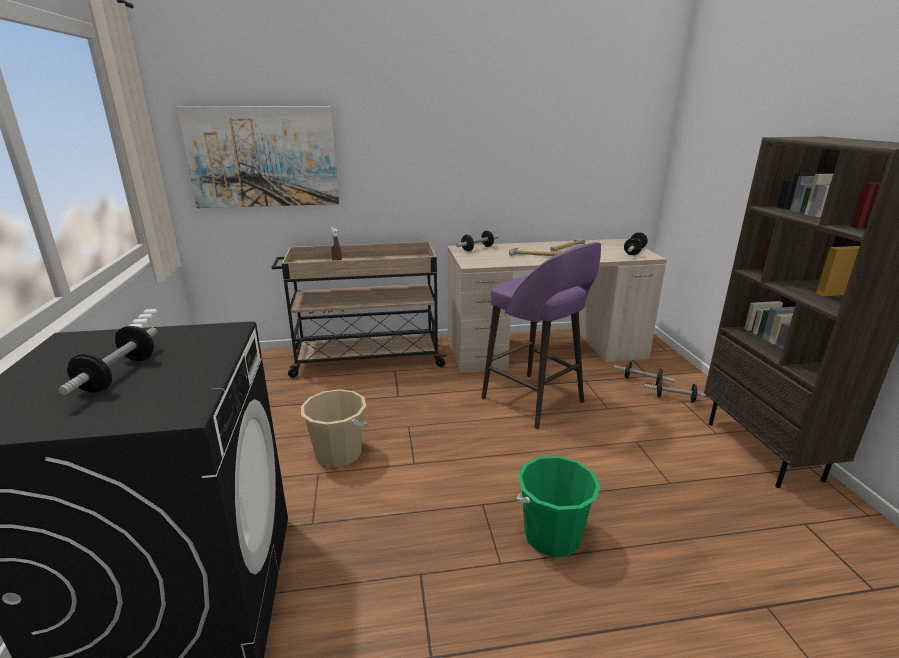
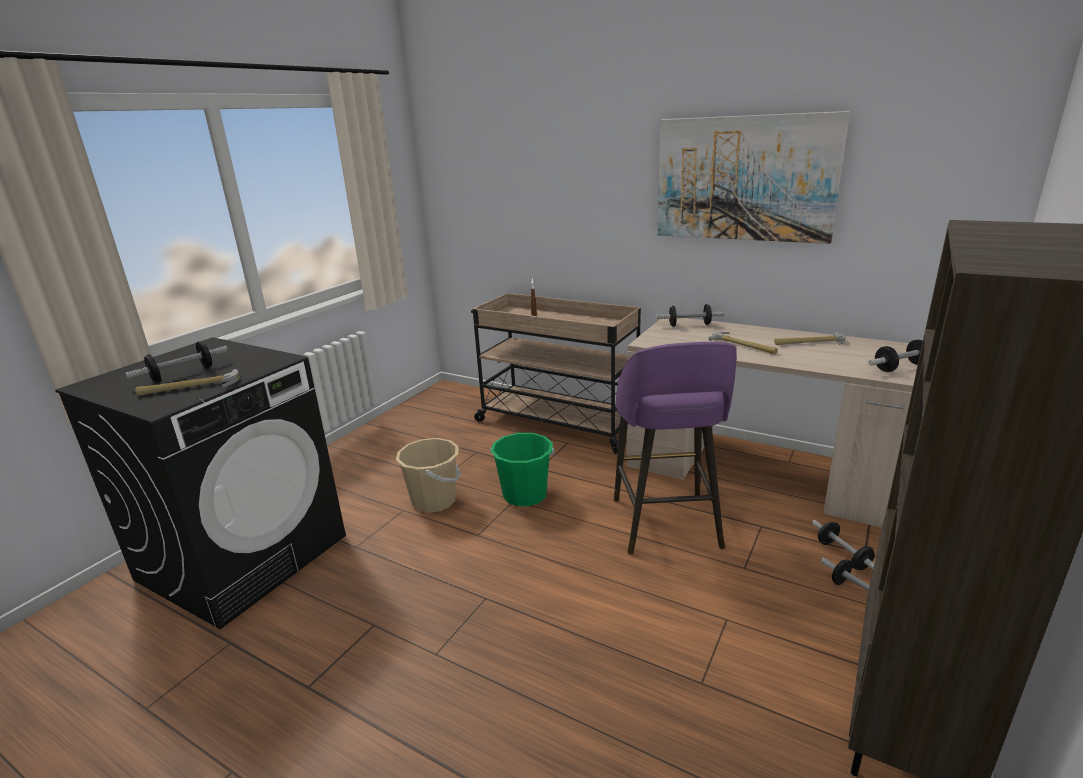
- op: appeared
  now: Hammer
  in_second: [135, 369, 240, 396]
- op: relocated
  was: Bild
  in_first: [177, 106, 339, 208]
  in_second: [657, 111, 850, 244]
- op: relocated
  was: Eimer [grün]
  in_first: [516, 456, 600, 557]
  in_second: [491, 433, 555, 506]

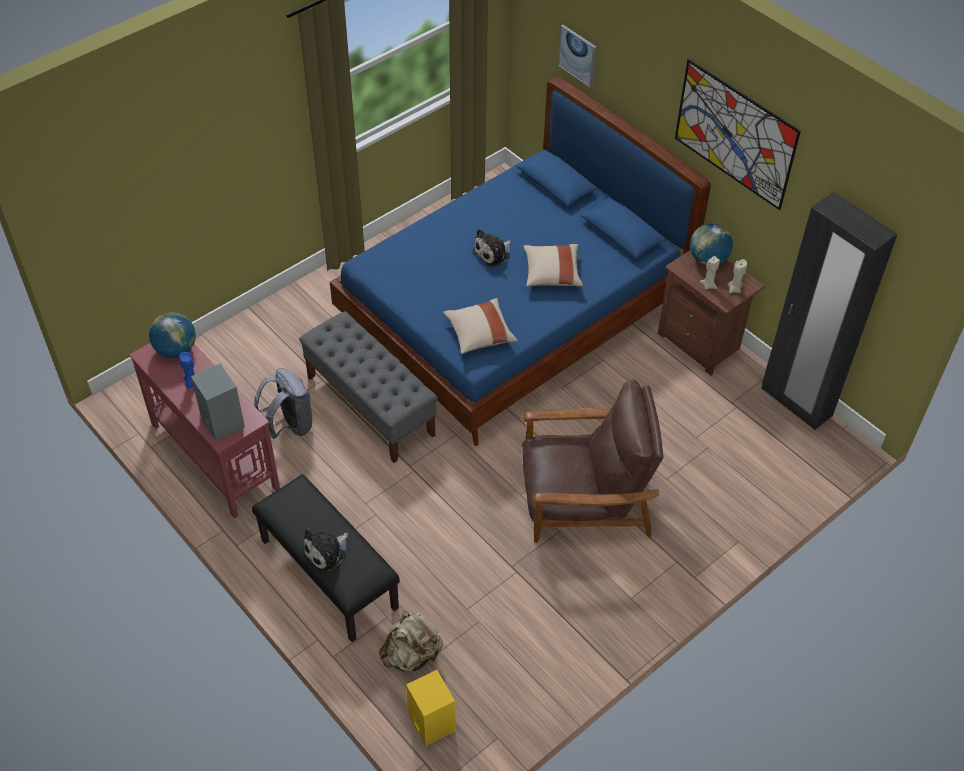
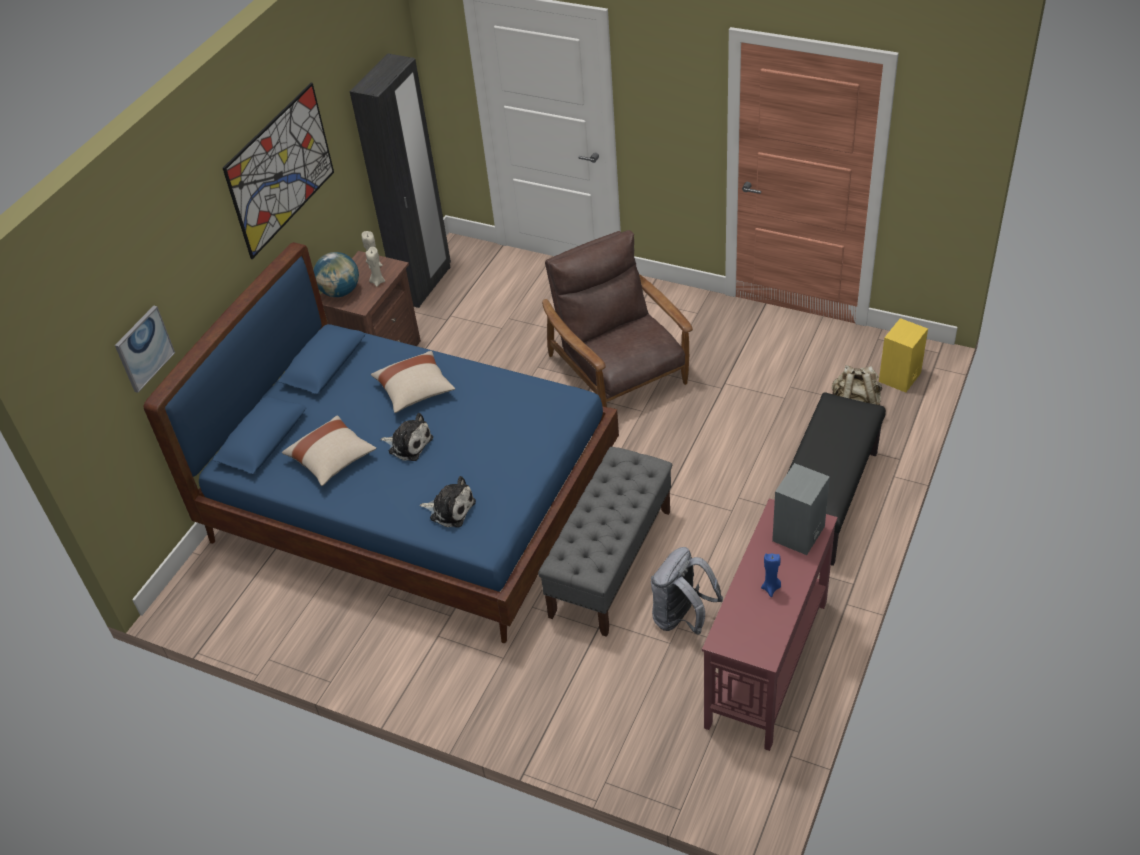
- op: missing
  was: Globus
  in_first: [149, 312, 196, 358]
- op: relocated
  was: Plüschtier
  in_first: [302, 529, 348, 572]
  in_second: [420, 476, 476, 528]
- op: relocated
  was: Kissen [beige]
  in_first: [443, 298, 518, 354]
  in_second: [282, 416, 377, 486]

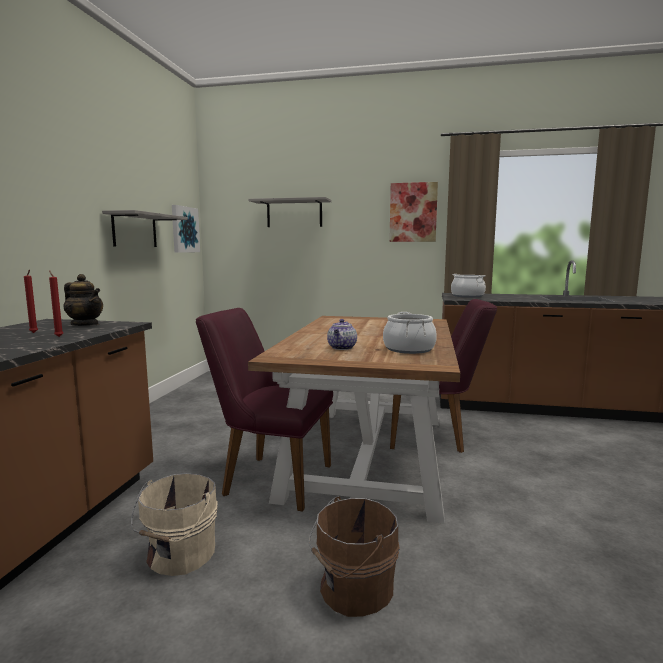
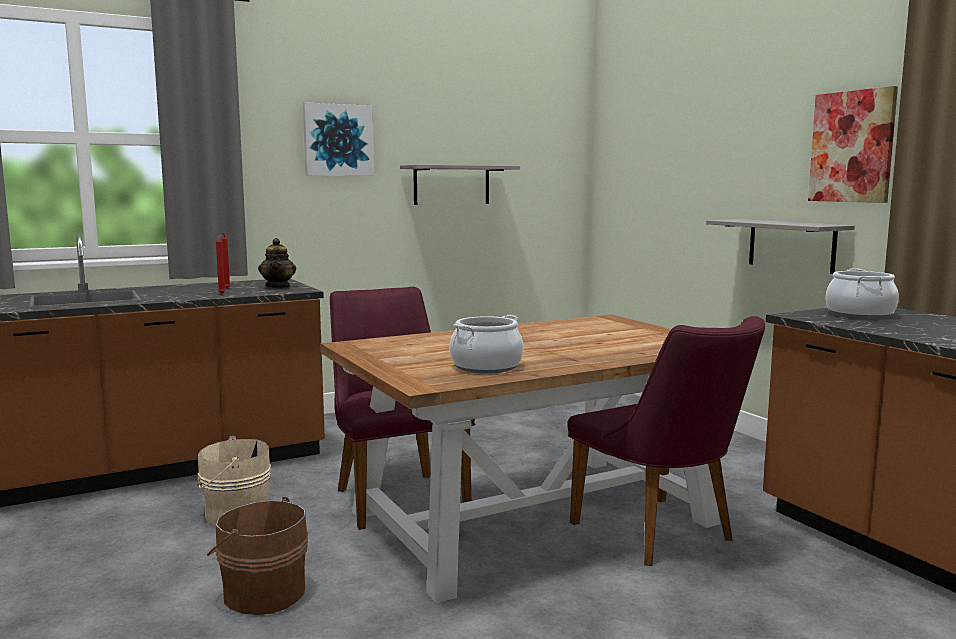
- op: missing
  was: Teekanne
  in_first: [327, 319, 357, 350]
- op: relocated
  was: Bild
  in_first: [172, 205, 200, 253]
  in_second: [303, 102, 374, 176]
- op: relocated
  was: Wandregal [grau]
  in_first: [248, 197, 332, 227]
  in_second: [706, 219, 855, 274]

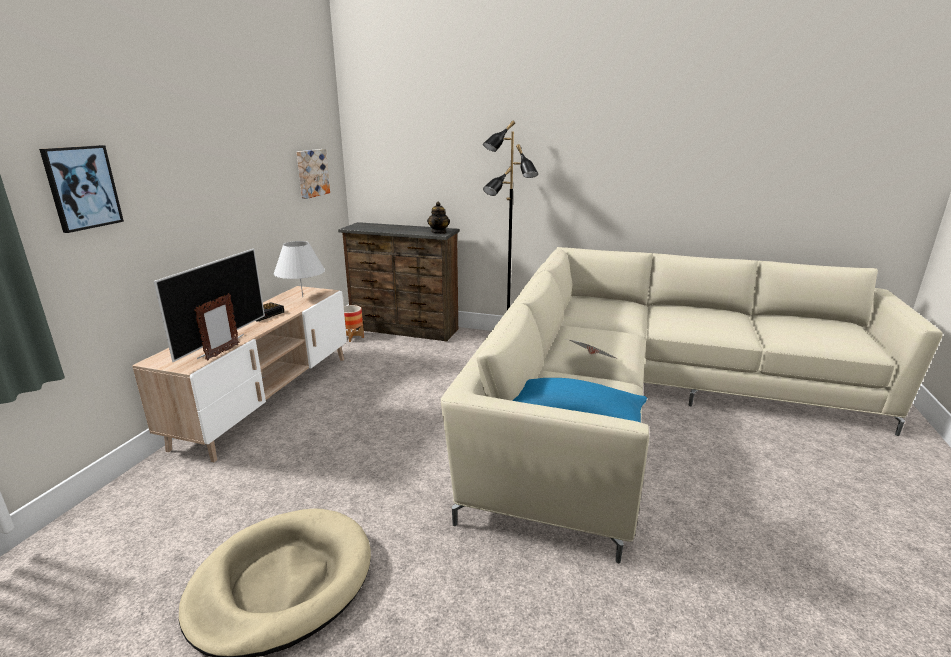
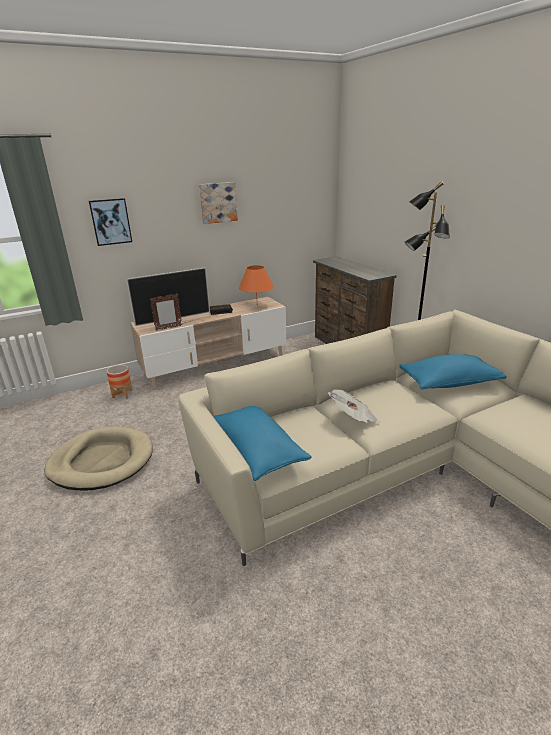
- op: missing
  was: Teekanne
  in_first: [427, 202, 450, 234]
- op: appeared
  now: Kissen [blau]
  in_second: [399, 354, 507, 389]
- op: relocated
  was: Bild
  in_first: [296, 149, 330, 199]
  in_second: [199, 182, 238, 224]
- op: relocated
  was: Pflanzkübel
  in_first: [344, 305, 364, 342]
  in_second: [106, 365, 133, 398]
- op: colour
  was: Tischlampe [weiß]
  now: Tischlampe [orange]
  in_first: [274, 241, 325, 298]
  in_second: [239, 265, 274, 297]

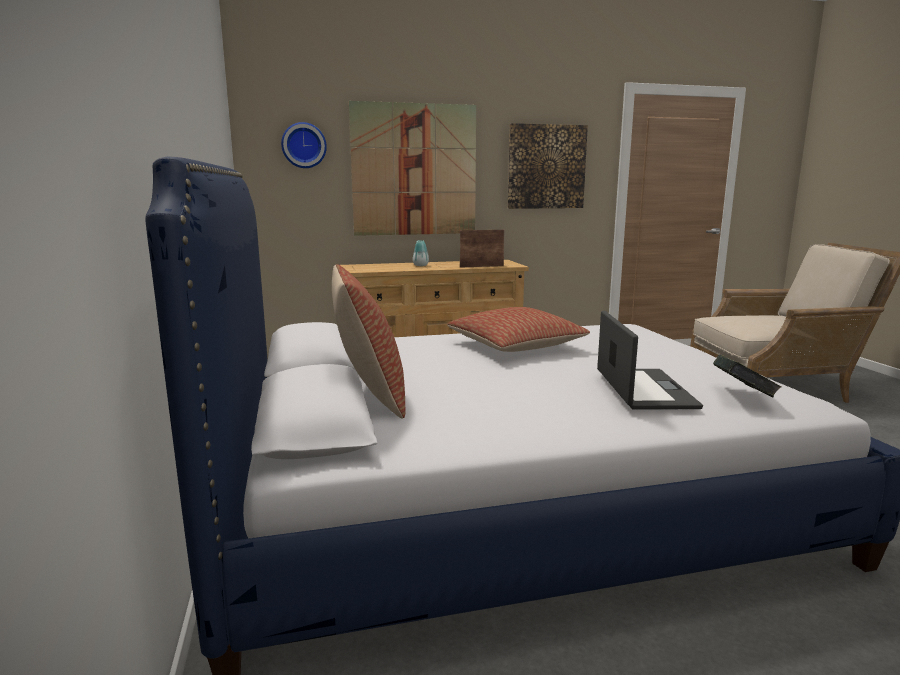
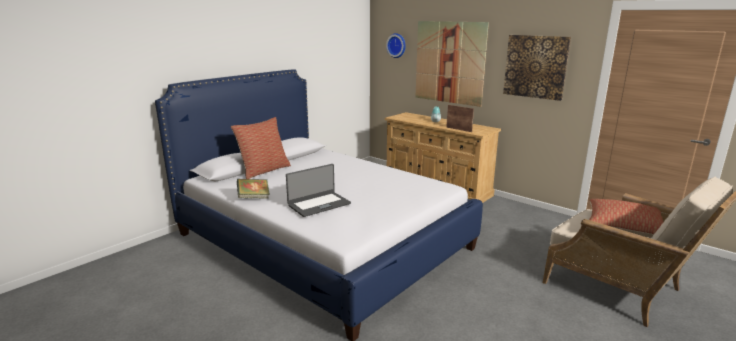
- op: relocated
  was: Kissen
  in_first: [447, 307, 590, 352]
  in_second: [589, 199, 663, 238]
- op: relocated
  was: Buch
  in_first: [713, 355, 781, 397]
  in_second: [237, 179, 270, 199]

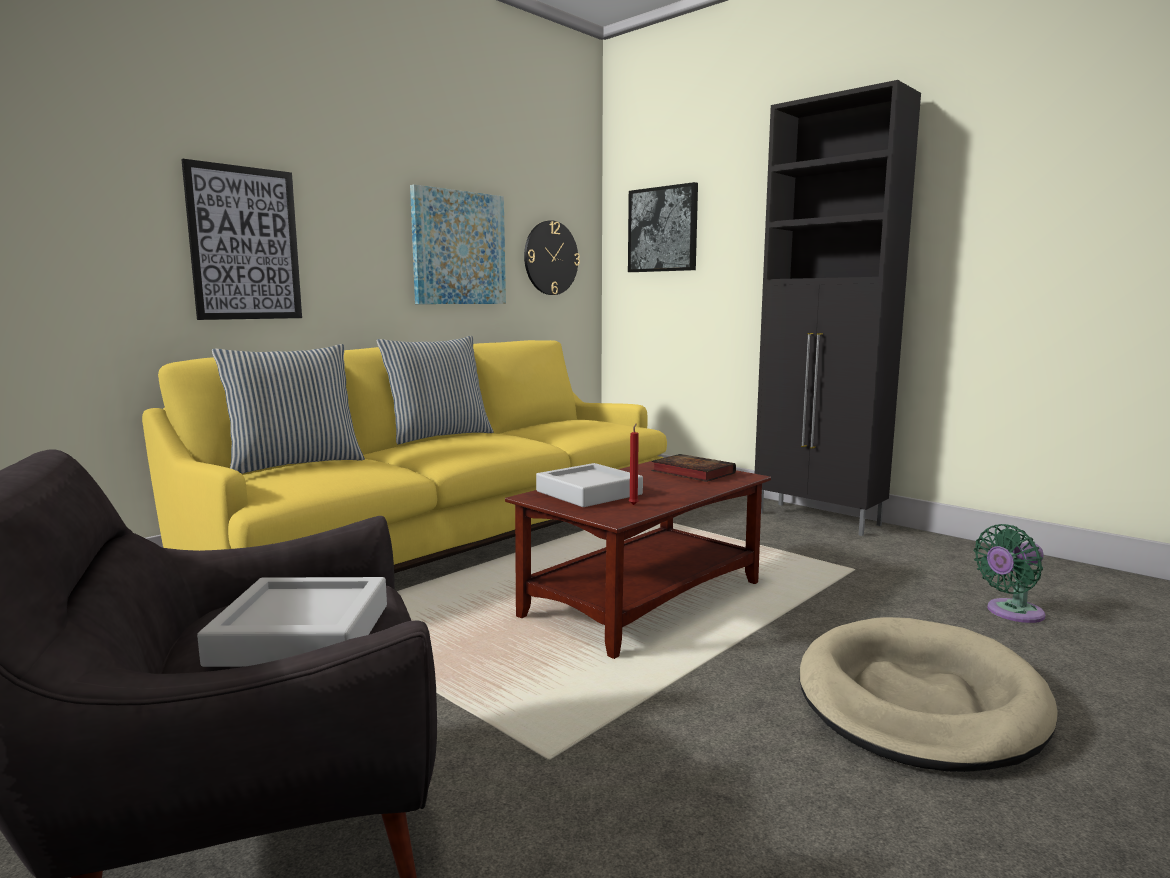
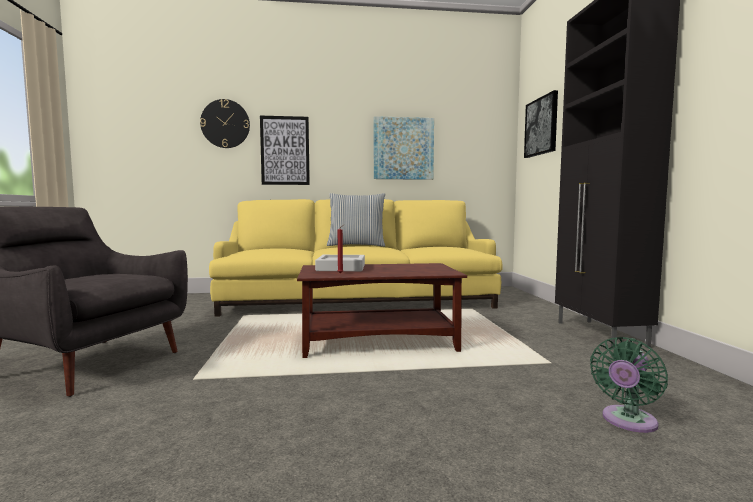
- op: missing
  was: Tablett [grau]
  in_first: [197, 577, 387, 667]
- op: missing
  was: Kissen
  in_first: [212, 344, 365, 474]
- op: missing
  was: Buch
  in_first: [651, 454, 736, 482]
- op: missing
  was: Hundebett [beige]
  in_first: [799, 617, 1058, 772]
- op: relocated
  was: Wanduhr
  in_first: [524, 220, 580, 295]
  in_second: [200, 99, 250, 148]
- op: spun
  was: Ventilator [grün]
  in_first: [974, 524, 1045, 623]
  in_second: [590, 337, 668, 433]
  clockwise: -60

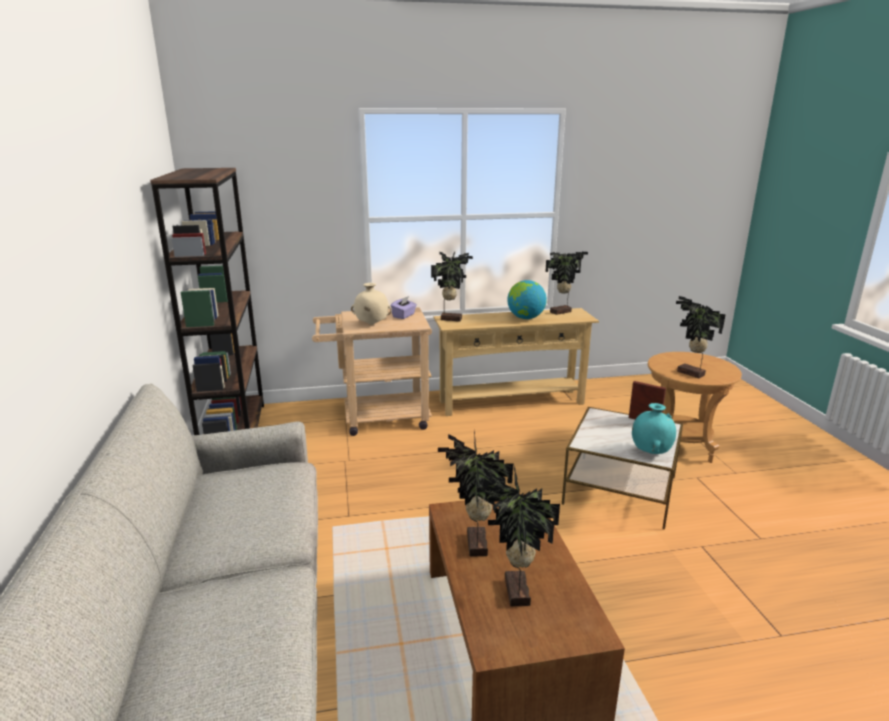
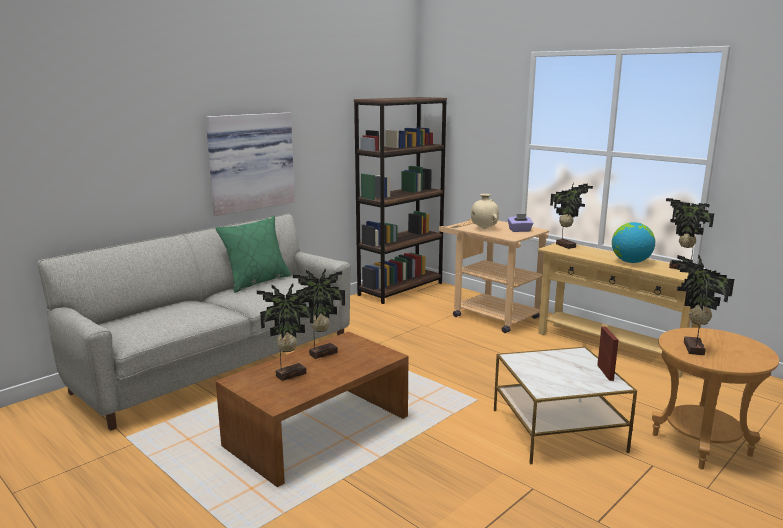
- op: missing
  was: Vase [türkis]
  in_first: [632, 403, 676, 454]
- op: appeared
  now: Bild
  in_second: [206, 112, 295, 216]
- op: appeared
  now: Kissen [grün]
  in_second: [216, 216, 292, 293]

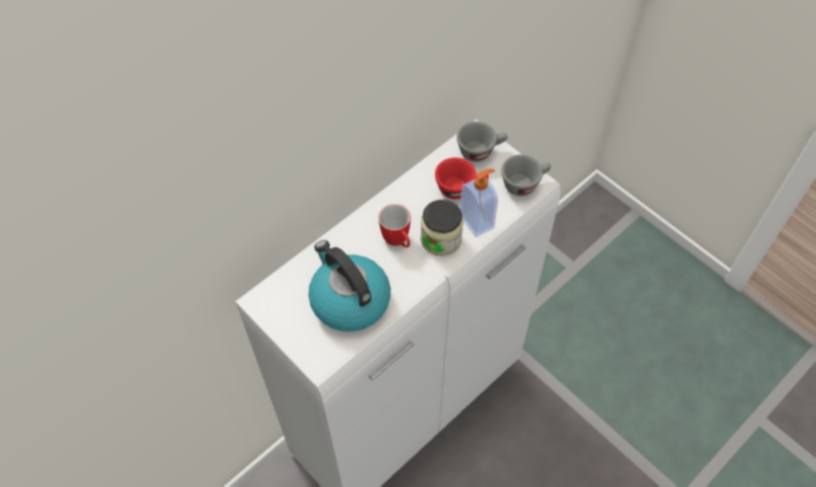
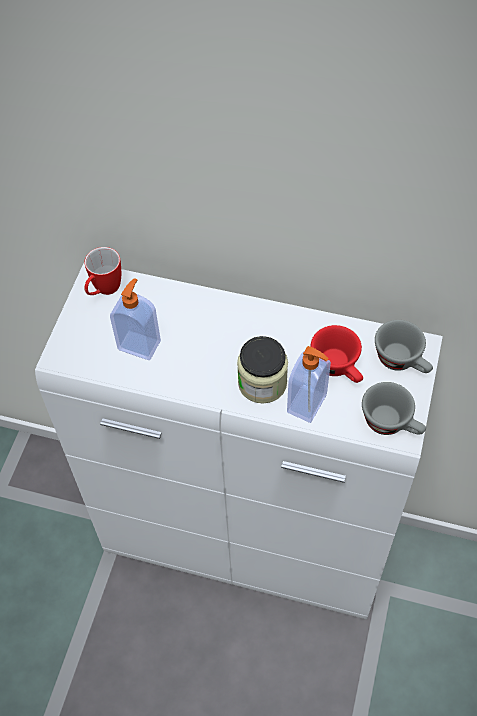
- op: relocated
  was: Henkelbecher
  in_first: [379, 204, 411, 248]
  in_second: [84, 247, 121, 295]
- op: exchanged
  was: Wasserkessel
  now: Seifenspender
  in_first: [308, 240, 391, 331]
  in_second: [110, 278, 161, 360]

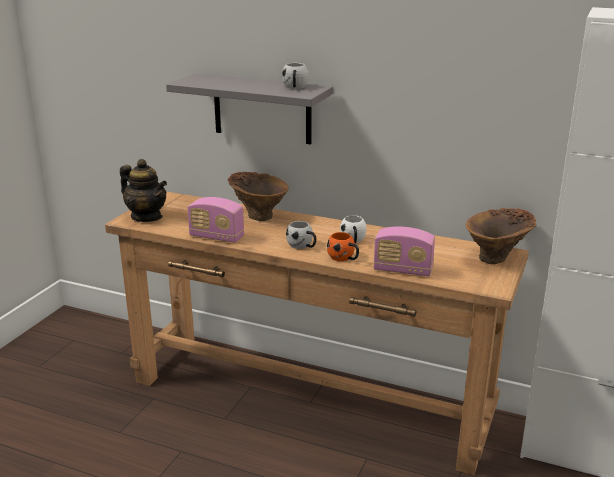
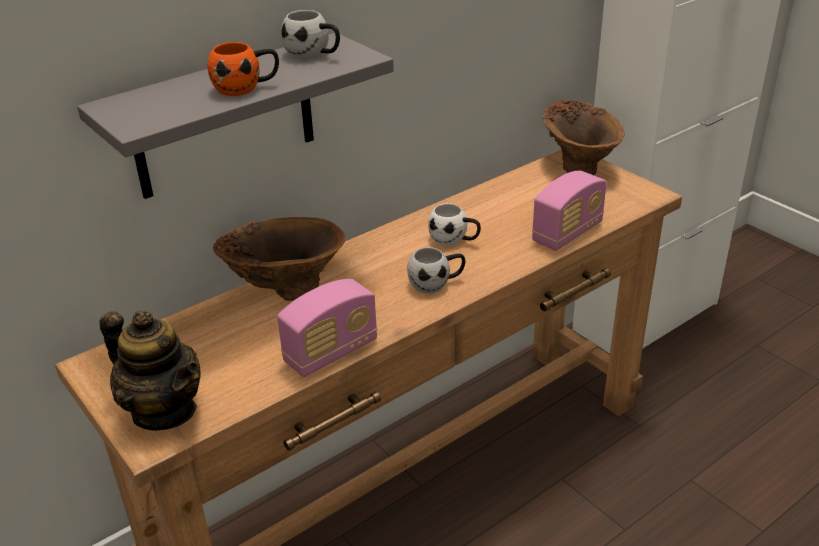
- op: relocated
  was: Henkelbecher [orange]
  in_first: [327, 232, 359, 261]
  in_second: [207, 42, 279, 96]
- op: spun
  was: Teekanne
  in_first: [120, 159, 167, 222]
  in_second: [99, 310, 201, 431]
  clockwise: 60

